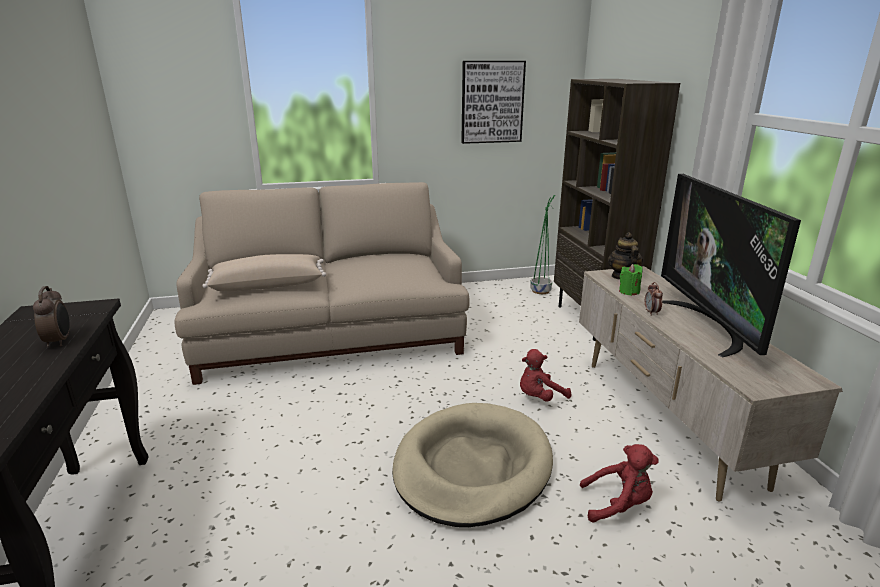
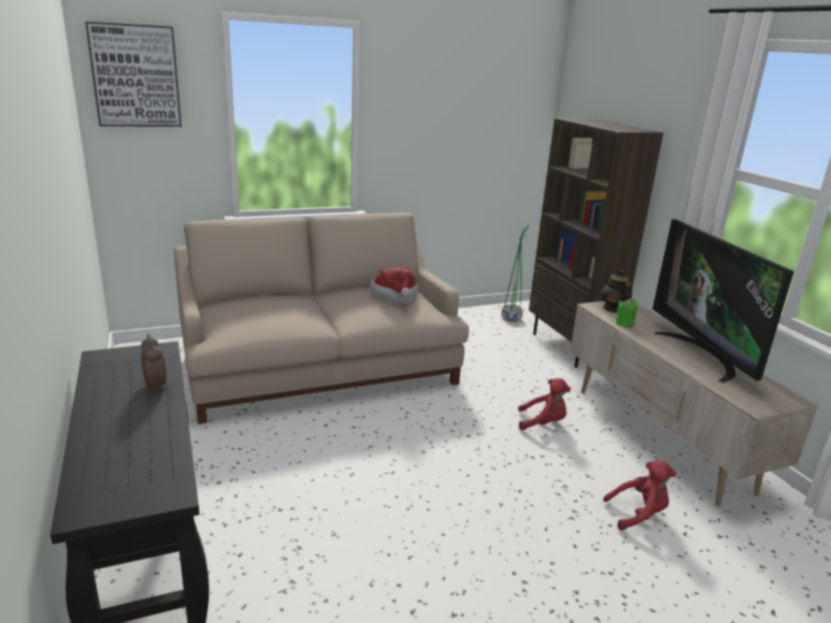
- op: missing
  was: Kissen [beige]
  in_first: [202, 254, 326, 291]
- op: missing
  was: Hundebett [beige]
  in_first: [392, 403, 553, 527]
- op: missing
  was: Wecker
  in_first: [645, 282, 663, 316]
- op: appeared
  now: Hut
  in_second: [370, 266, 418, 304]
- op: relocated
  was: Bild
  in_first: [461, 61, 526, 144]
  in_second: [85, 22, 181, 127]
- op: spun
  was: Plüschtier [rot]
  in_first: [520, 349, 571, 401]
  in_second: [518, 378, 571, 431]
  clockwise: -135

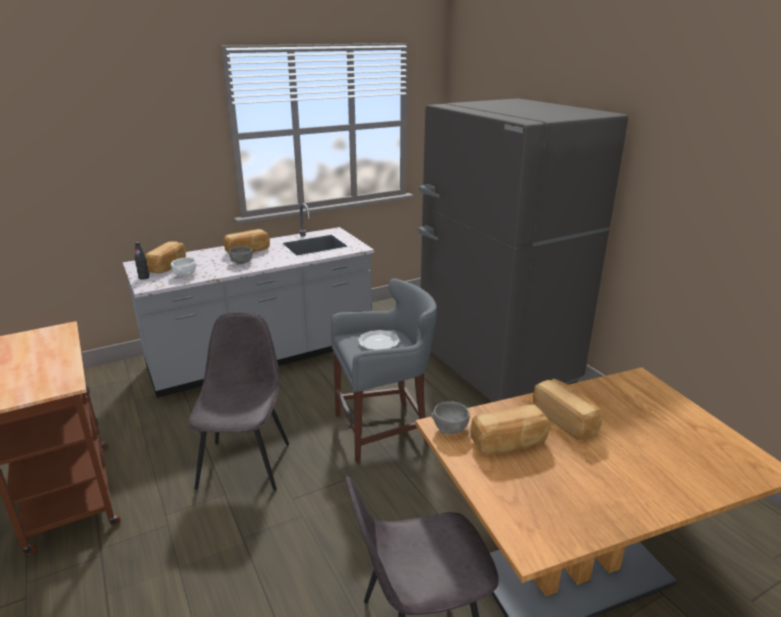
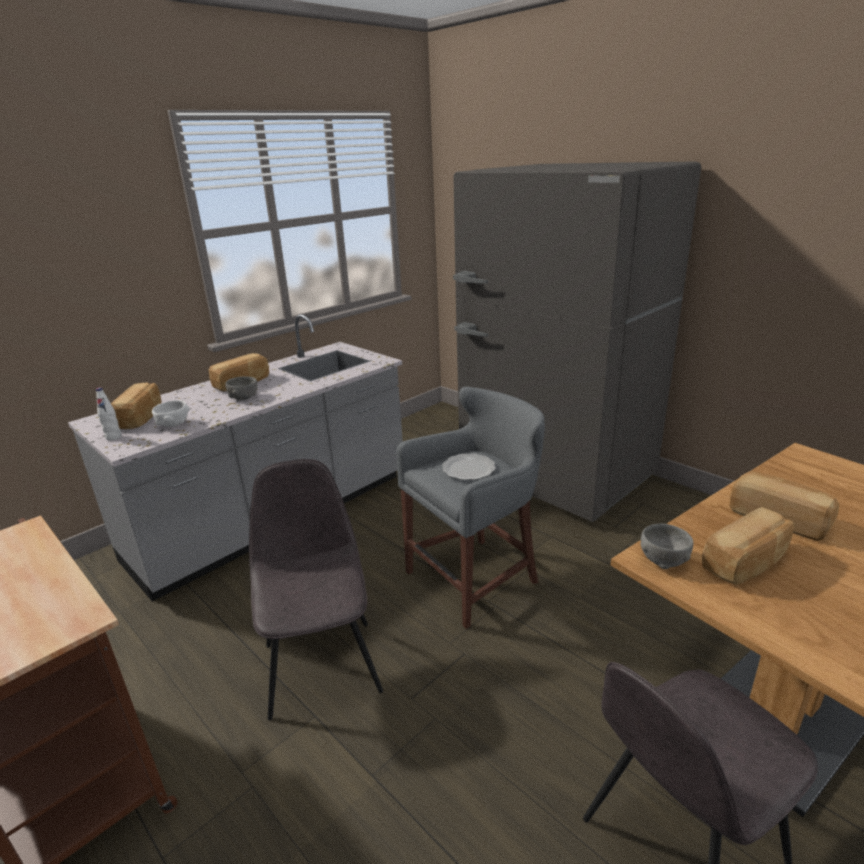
- op: colour
  was: Flasche [schwarz]
  now: Flasche [weiß]
  in_first: [135, 242, 149, 280]
  in_second: [96, 387, 122, 441]

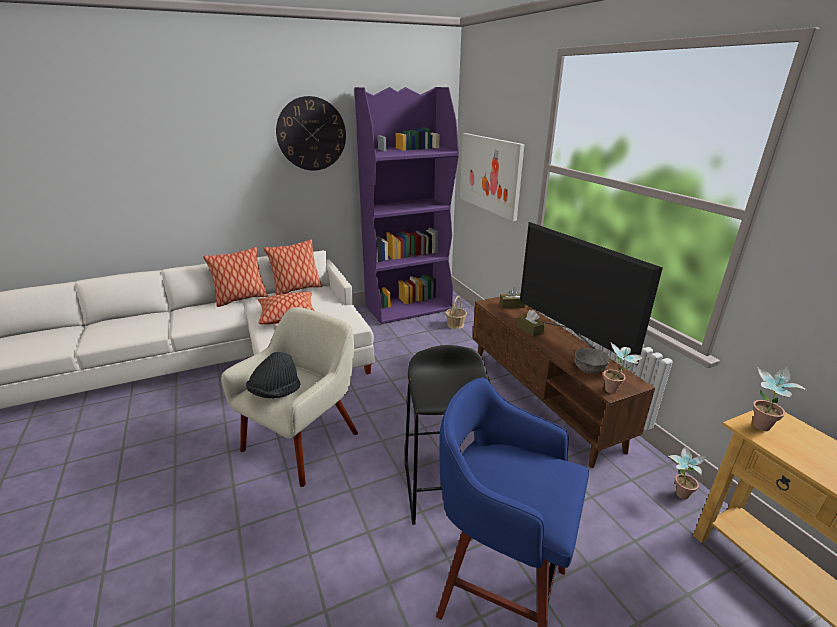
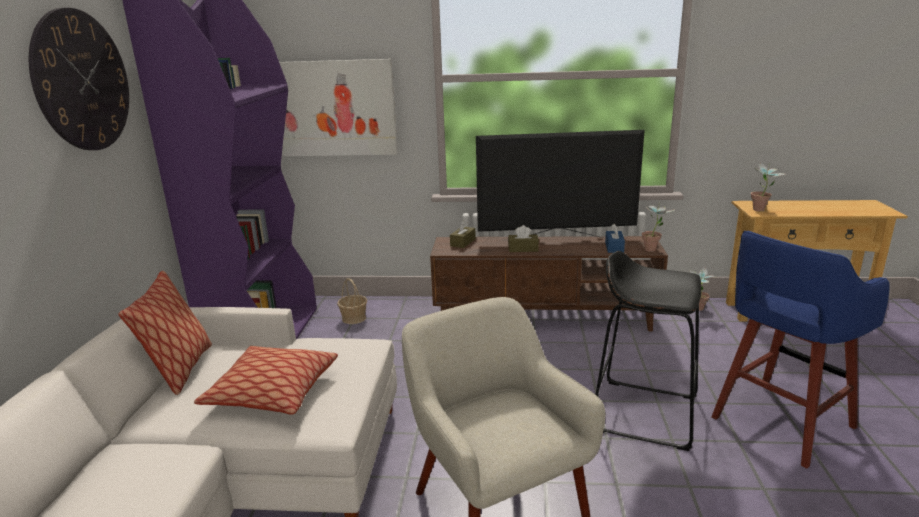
- op: missing
  was: Kissen
  in_first: [203, 247, 268, 307]
- op: missing
  was: Hut [schwarz]
  in_first: [246, 352, 301, 398]
- op: exchanged
  was: Schüssel [grau]
  now: Taschentuchbox [blau]
  in_first: [575, 348, 610, 374]
  in_second: [605, 224, 625, 253]

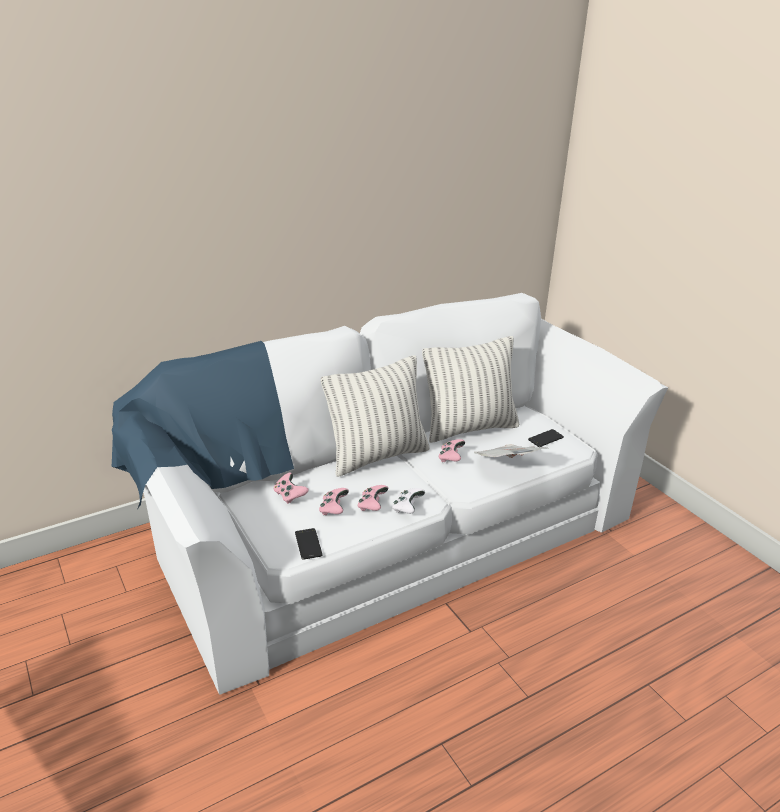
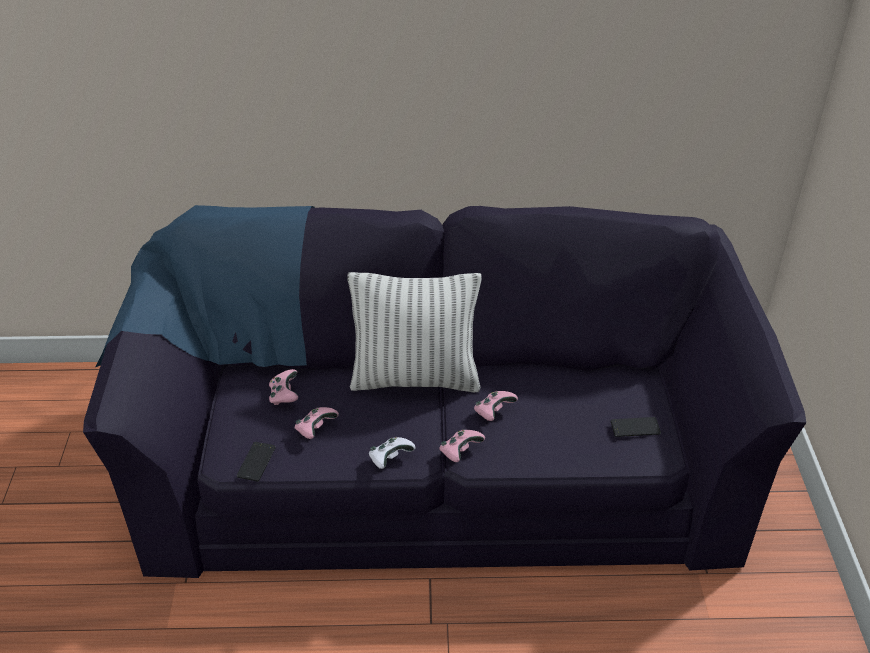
- op: missing
  was: Kissen
  in_first: [422, 336, 519, 443]
- op: missing
  was: Zeitung
  in_first: [476, 444, 549, 458]
- op: relocated
  was: Gamepad [rosa]
  in_first: [358, 485, 388, 511]
  in_second: [439, 429, 485, 462]
- op: colour
  was: Sofa [weiß]
  now: Sofa [schwarz]
  in_first: [112, 293, 668, 695]
  in_second: [83, 205, 806, 578]

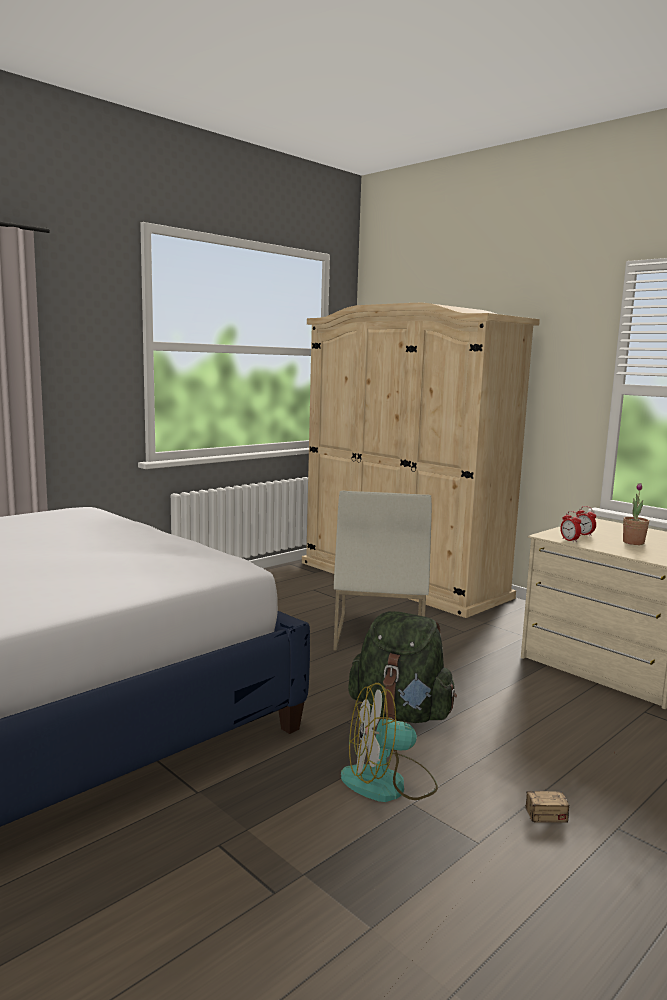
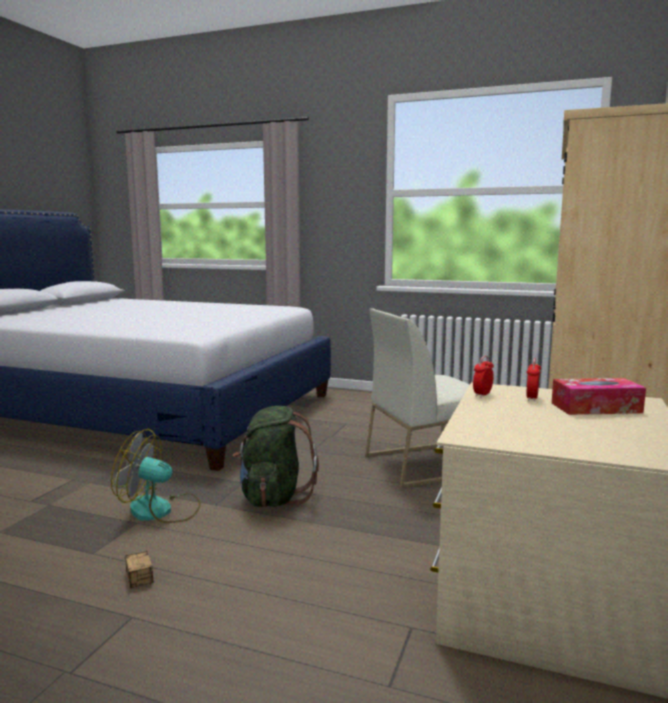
- op: missing
  was: Topfpflanze
  in_first: [623, 483, 649, 545]
- op: appeared
  now: Taschentuchbox
  in_second: [552, 378, 646, 415]
- op: spun
  was: Ventilator
  in_first: [341, 683, 438, 802]
  in_second: [111, 429, 201, 523]
  clockwise: -45

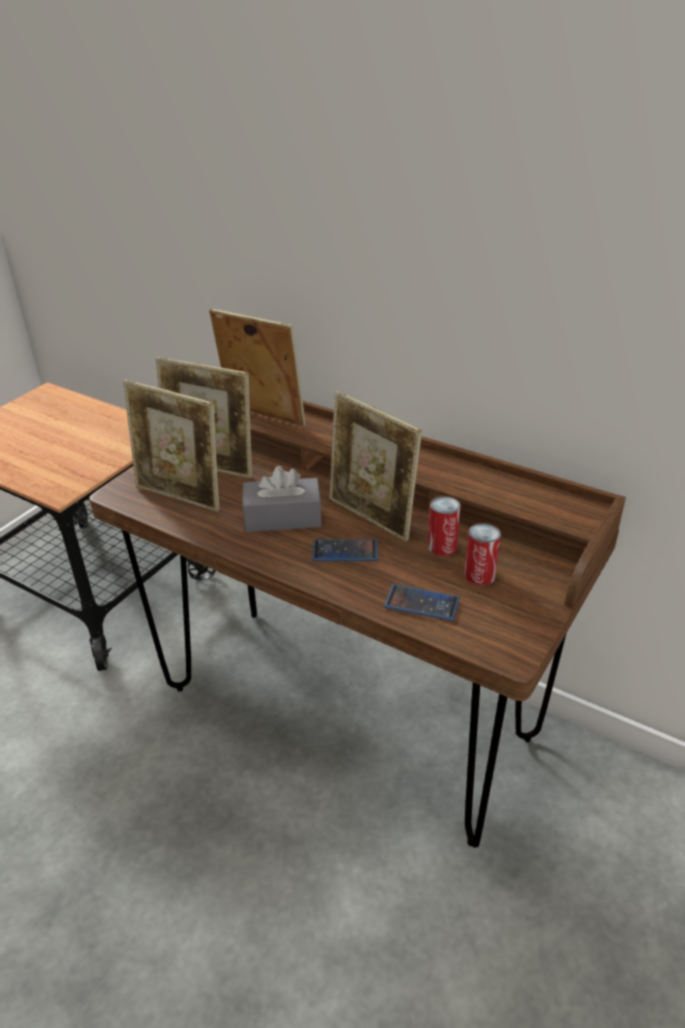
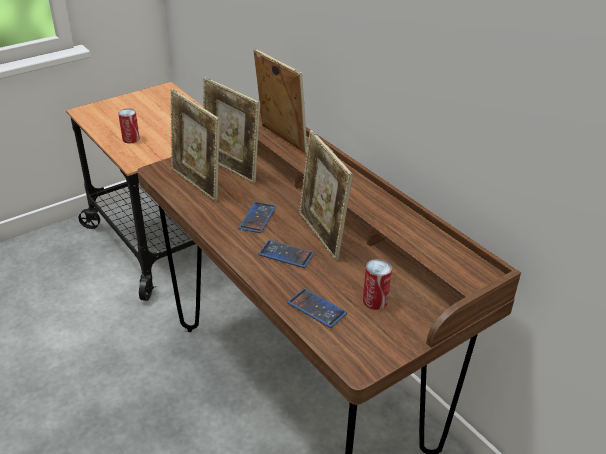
- op: relocated
  was: Dose
  in_first: [428, 496, 461, 556]
  in_second: [118, 109, 140, 143]
- op: exchanged
  was: Taschentuchbox [grau]
  now: Handy
  in_first: [242, 466, 321, 532]
  in_second: [238, 202, 276, 233]

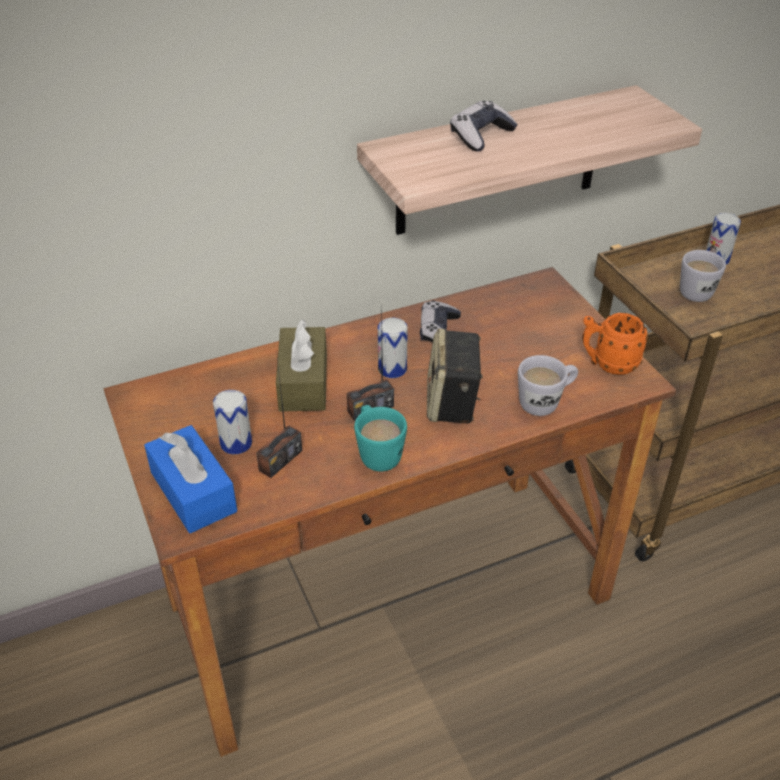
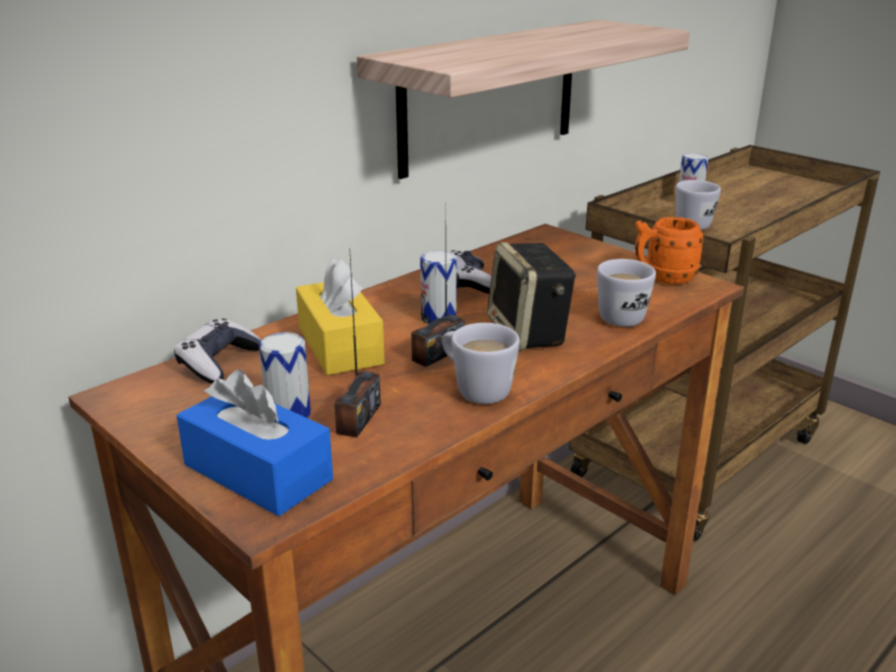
- op: relocated
  was: Gamepad
  in_first: [450, 101, 518, 152]
  in_second: [174, 319, 262, 383]
- op: colour
  was: Taschentuchbox [braun]
  now: Taschentuchbox [gelb]
  in_first: [276, 319, 327, 412]
  in_second: [296, 258, 385, 375]
- op: colour
  was: Henkelbecher [türkis]
  now: Henkelbecher [weiß]
  in_first: [354, 405, 407, 471]
  in_second: [442, 323, 520, 404]

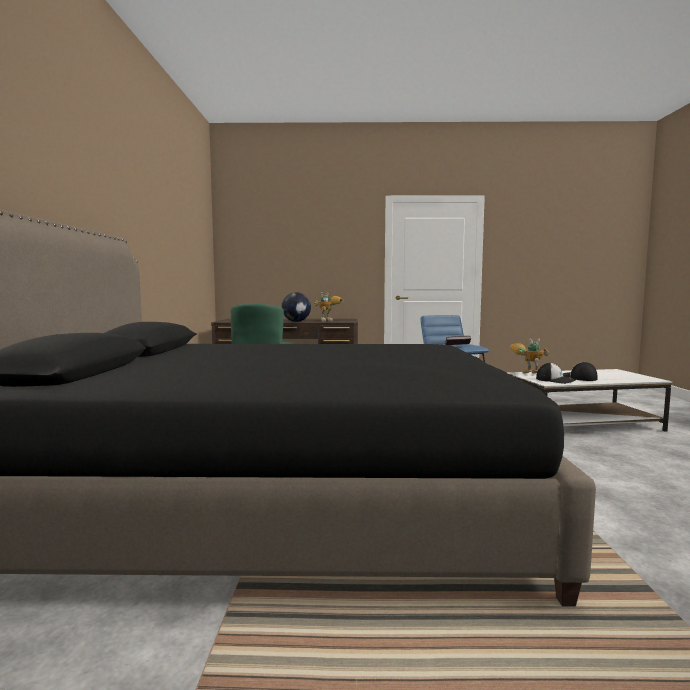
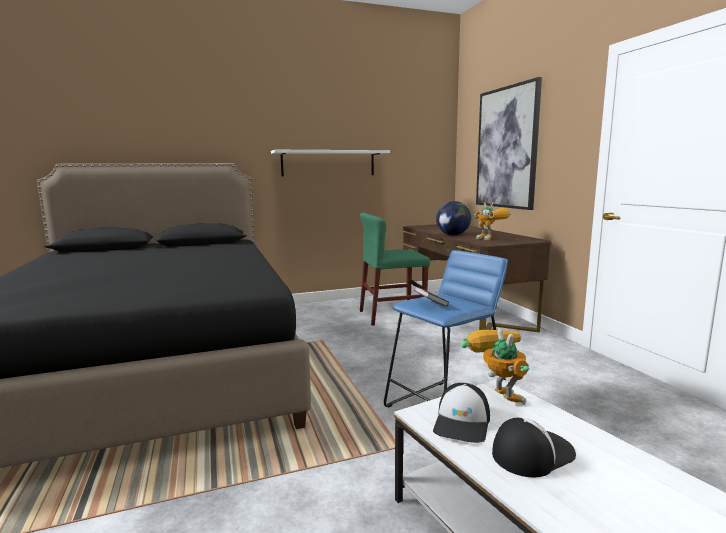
- op: appeared
  now: Wandregal [weiß]
  in_second: [271, 150, 390, 176]
- op: appeared
  now: Bild
  in_second: [476, 77, 542, 210]

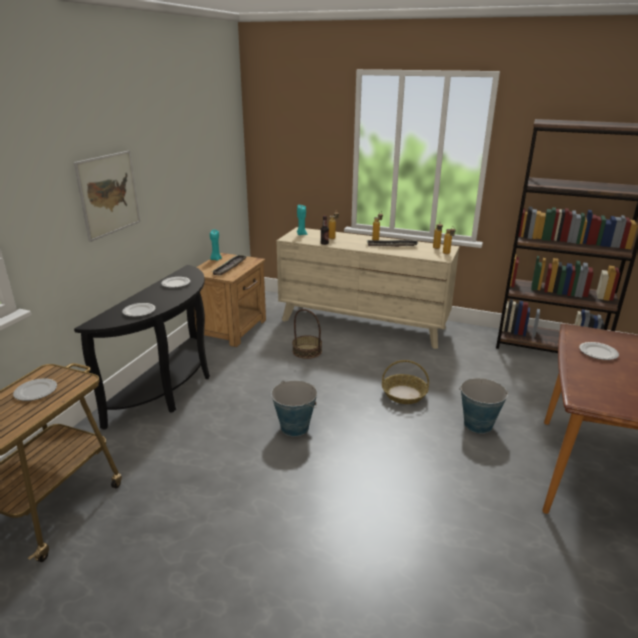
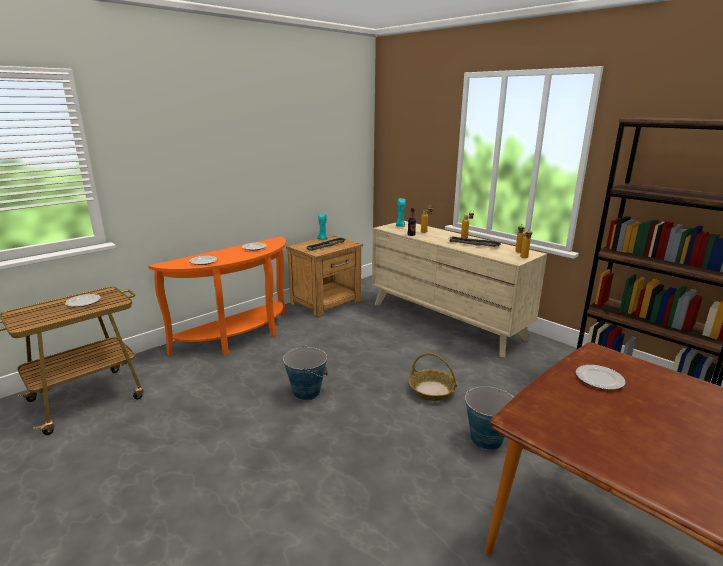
- op: missing
  was: Bild
  in_first: [74, 151, 140, 242]
- op: missing
  was: Korb
  in_first: [292, 309, 322, 359]
- op: colour
  was: Konsolentisch [schwarz]
  now: Konsolentisch [orange]
  in_first: [74, 265, 210, 430]
  in_second: [148, 237, 286, 356]

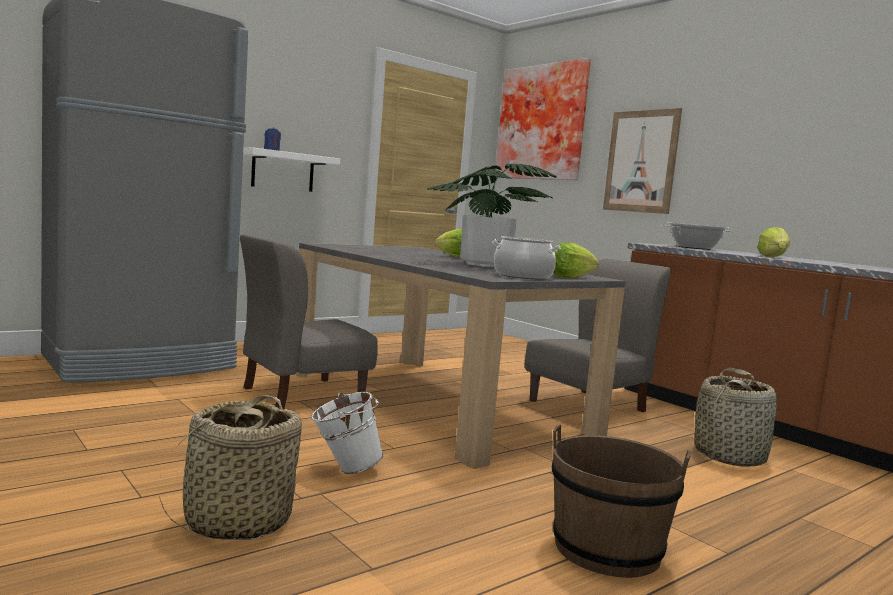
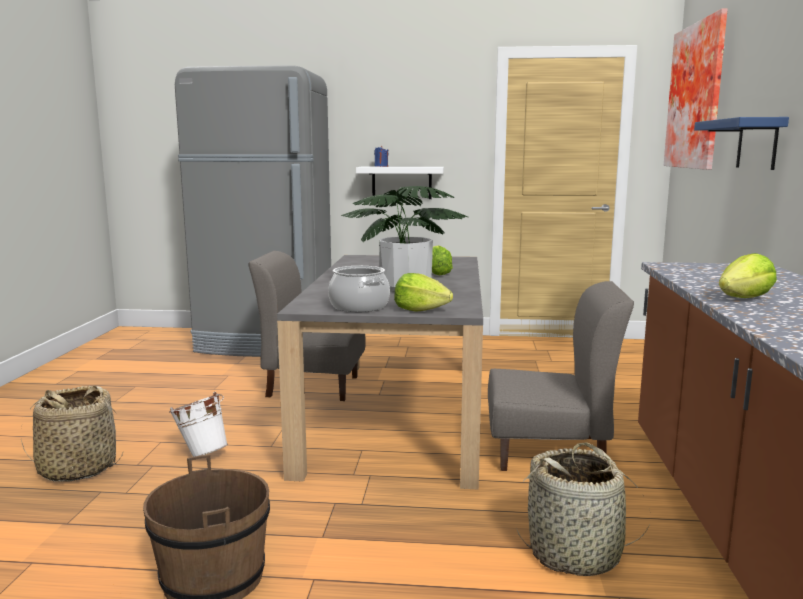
- op: missing
  was: Kochtopf
  in_first: [661, 223, 734, 250]
- op: exchanged
  was: Bild
  now: Wandregal [blau]
  in_first: [603, 108, 682, 214]
  in_second: [694, 117, 789, 170]

